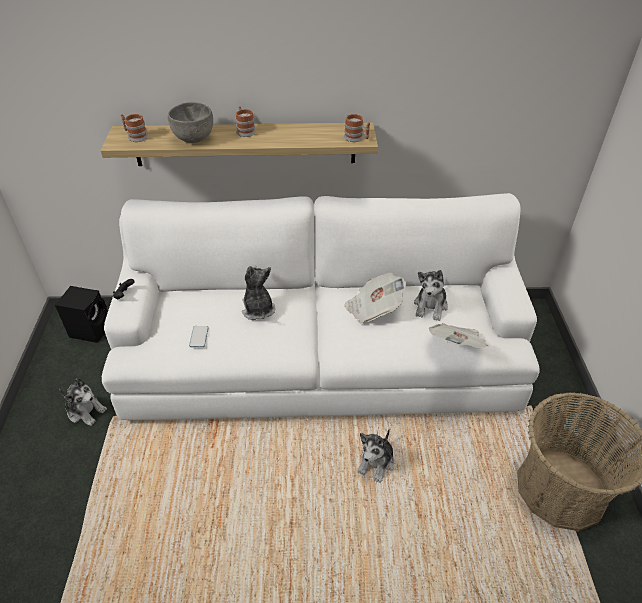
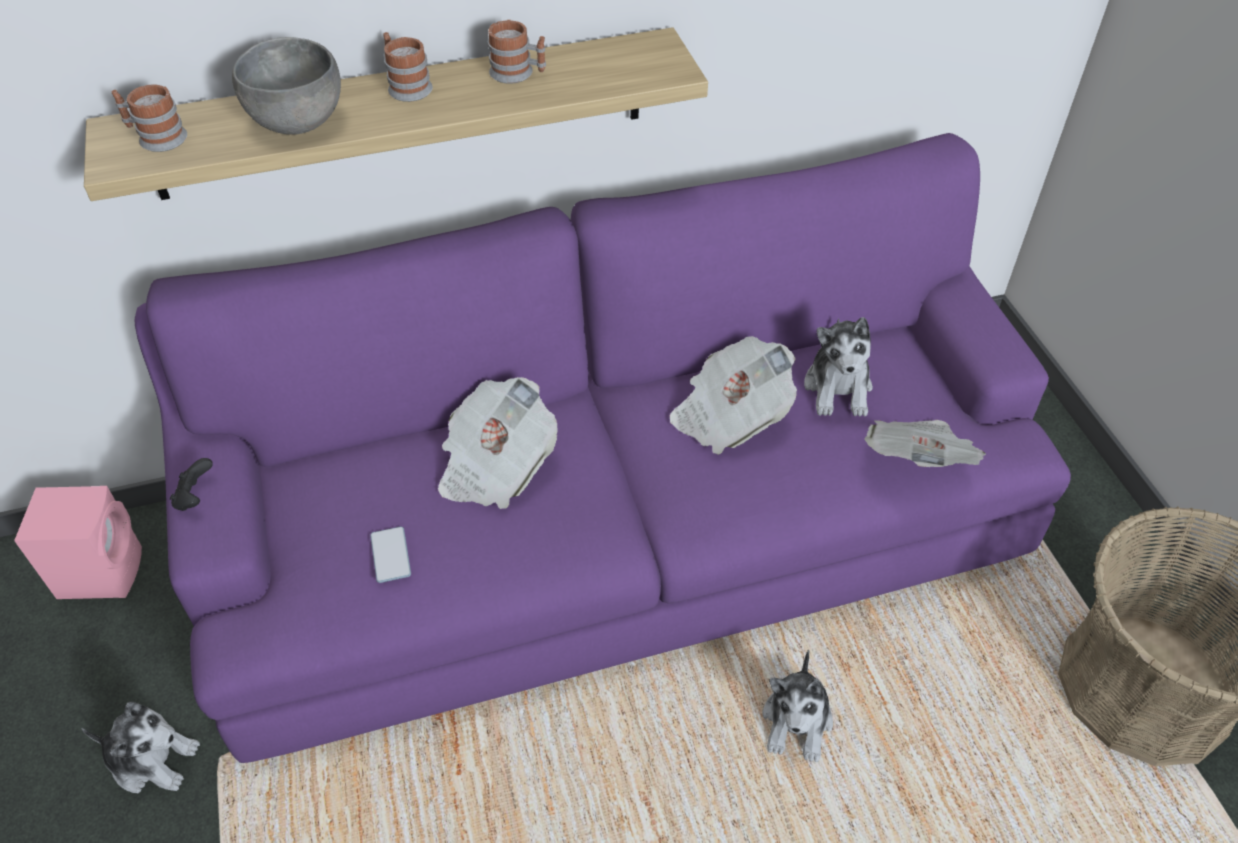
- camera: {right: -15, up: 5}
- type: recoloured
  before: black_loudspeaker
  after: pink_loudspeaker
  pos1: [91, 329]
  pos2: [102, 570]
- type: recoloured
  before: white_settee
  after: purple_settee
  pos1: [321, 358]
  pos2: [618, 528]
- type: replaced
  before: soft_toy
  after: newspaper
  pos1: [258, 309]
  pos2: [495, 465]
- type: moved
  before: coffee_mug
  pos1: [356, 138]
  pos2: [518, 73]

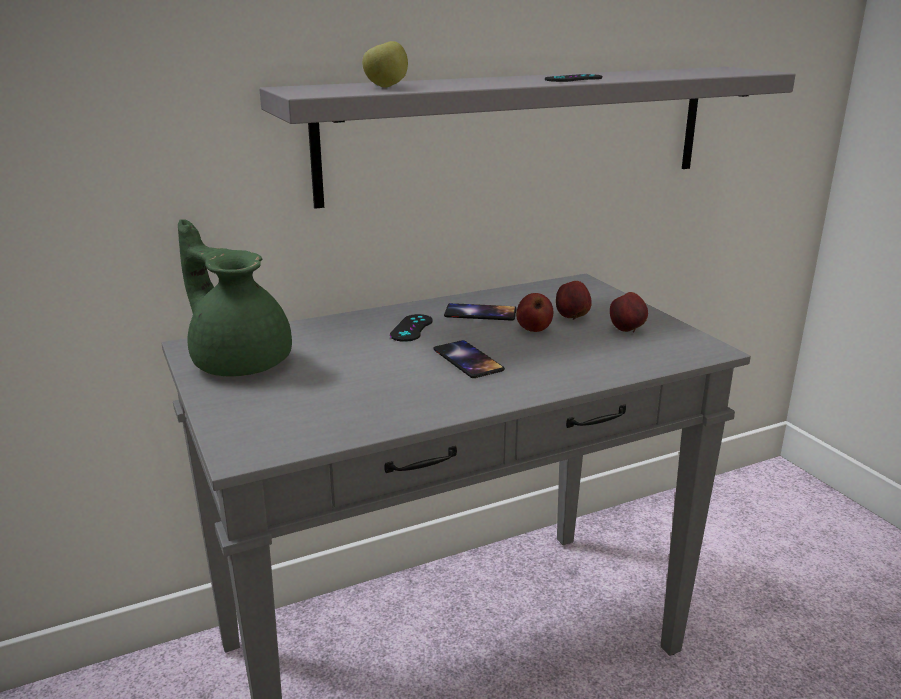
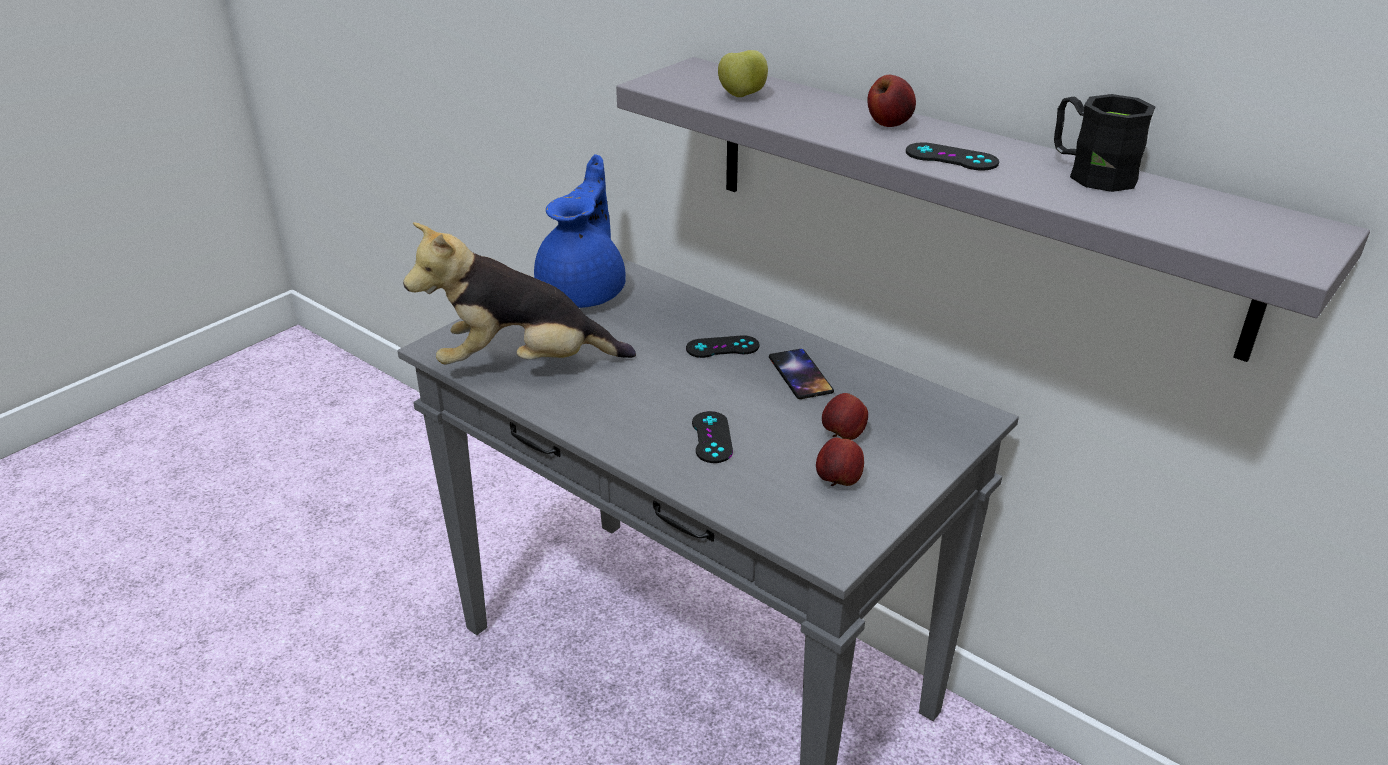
- camera: {right: 65, up: 10}
- type: recoloured
  before: green_tea_pot
  after: blue_tea_pot
  pos1: [240, 361]
  pos2: [584, 292]
- type: removed
  before: phone
  pos1: [468, 360]
- type: moved
  before: whole_apple
  pos1: [534, 330]
  pos2: [889, 124]
- type: added
  after: soft_toy
  pos2: [523, 365]
- type: added
  after: black_game_controller
  pos2: [712, 437]
- type: added
  after: black_coffee_mug
  pos2: [1090, 173]

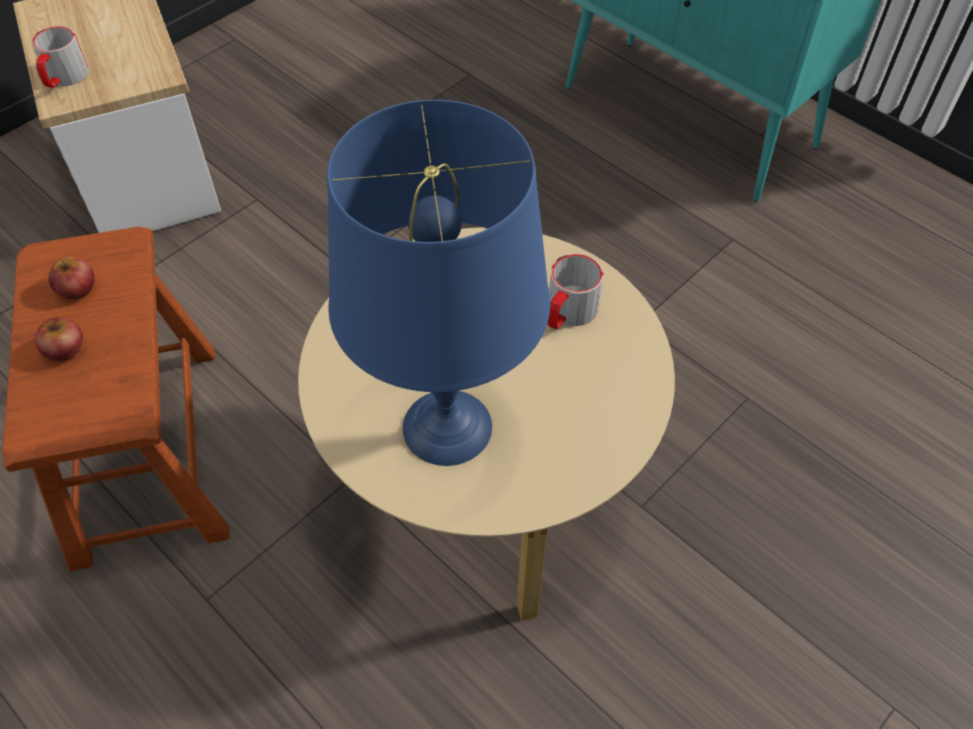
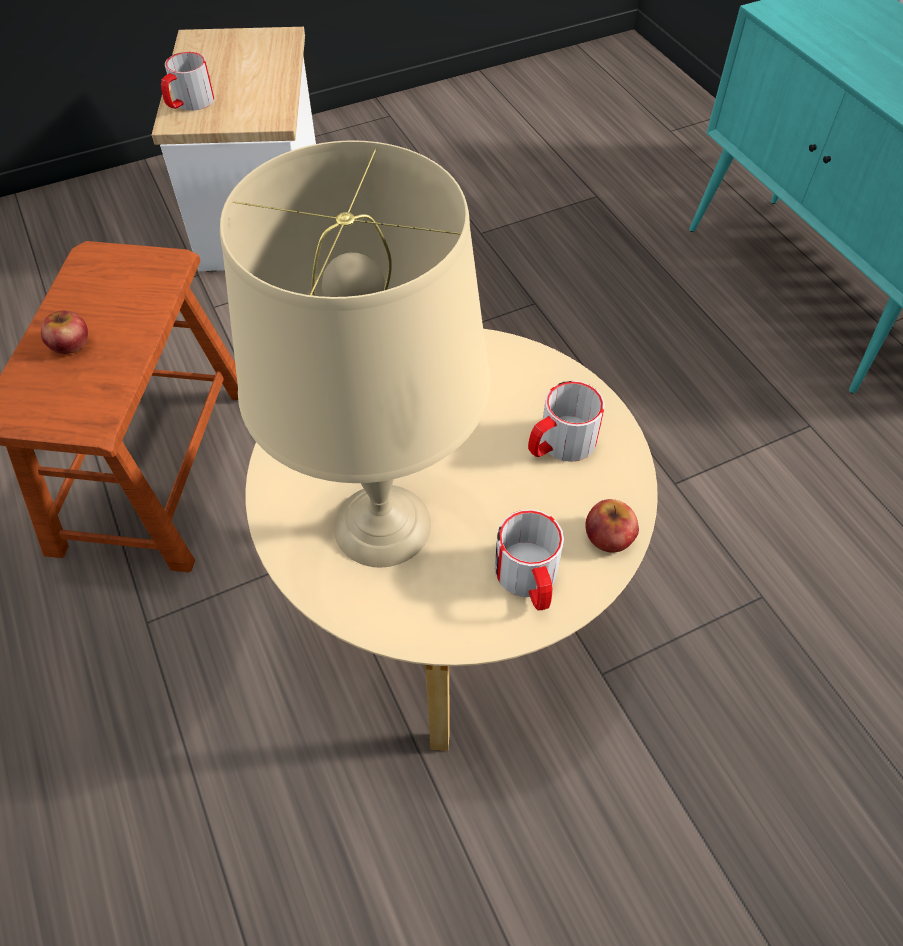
- camera: {right: 20, up: 0}
- type: moved
  before: whole_apple
  pos1: [77, 288]
  pos2: [608, 536]
- type: recoloured
  before: blue_tabletop_lamp
  after: beige_tabletop_lamp
  pos1: [447, 428]
  pos2: [381, 526]
- type: added
  after: coffee_mug
  pos2: [529, 580]

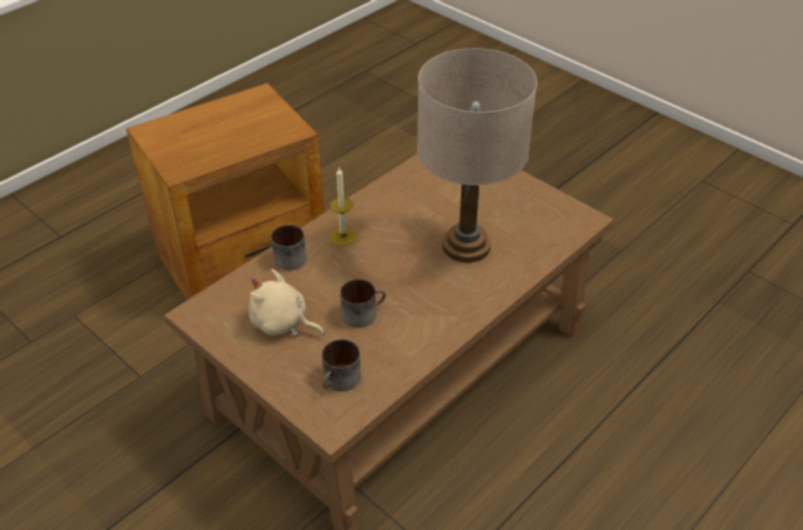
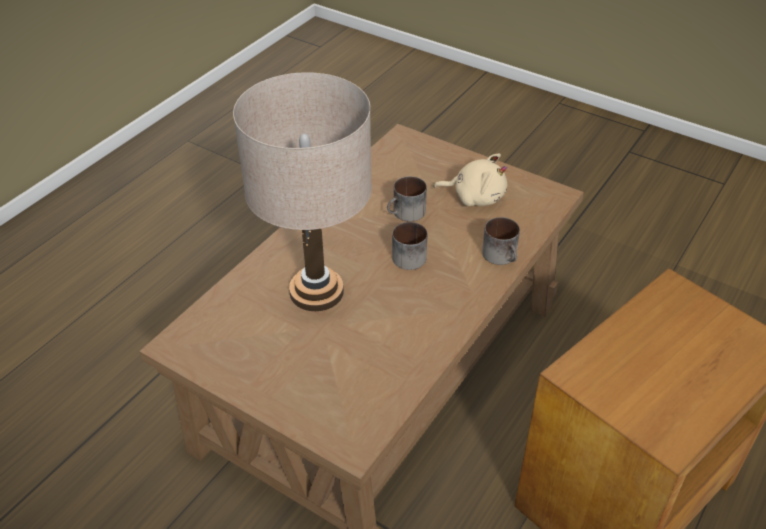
- camera: {right: 170, up: 0}
- type: moved
  before: coffee_mug
  pos1: [340, 381]
  pos2: [409, 255]
- type: removed
  before: wax_candle
  pos1: [343, 236]

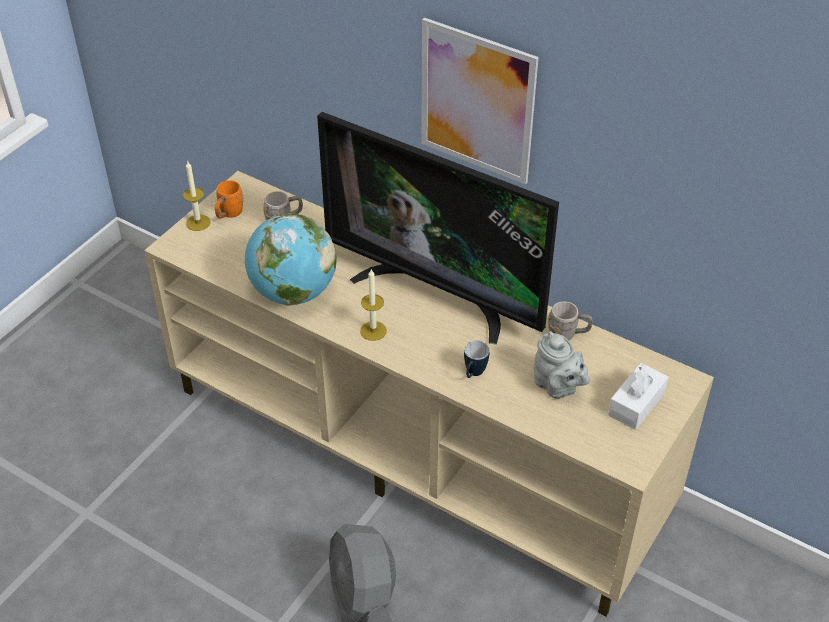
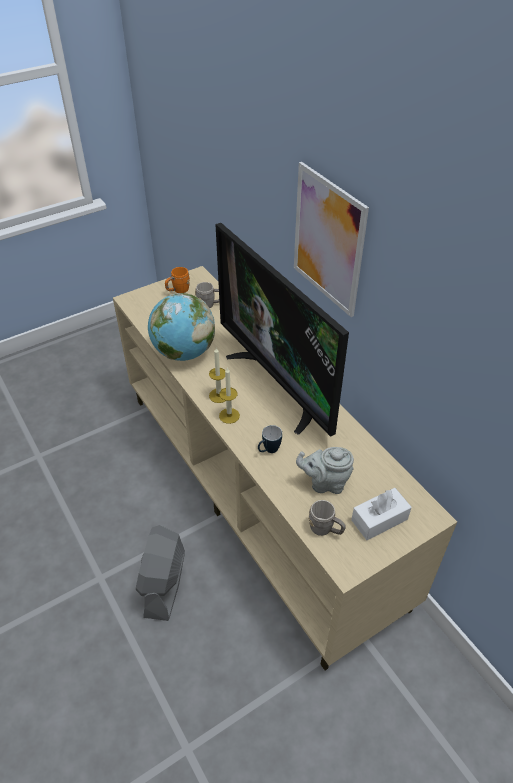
- camera: {right: 25, up: 0}
- type: moved
  before: wax_candle
  pos1: [198, 223]
  pos2: [229, 415]
- type: turned
  before: grey_tea_pot
  pos1: [557, 387]
  pos2: [325, 483]
  turn: 105
- type: moved
  before: grey_coffee_mug
  pos1: [568, 334]
  pos2: [325, 529]

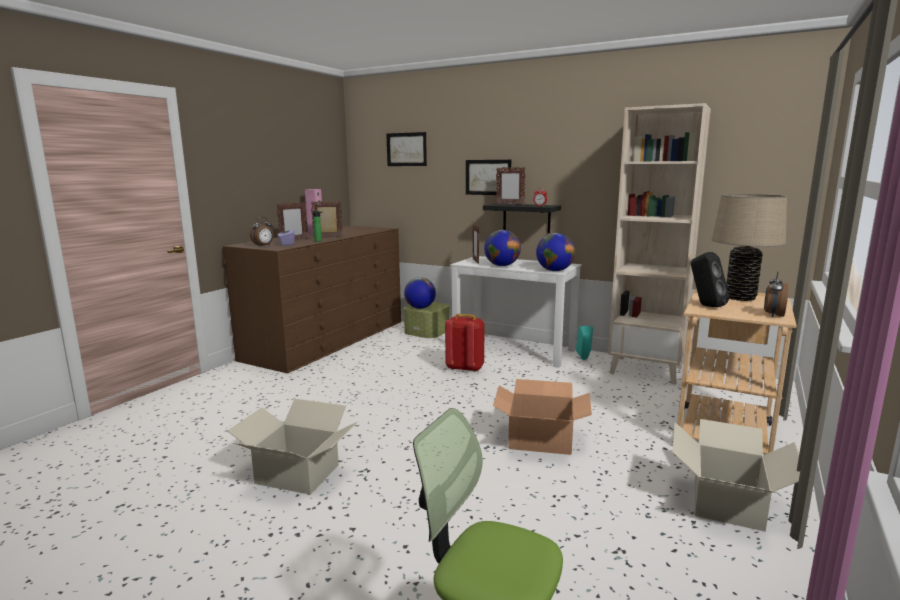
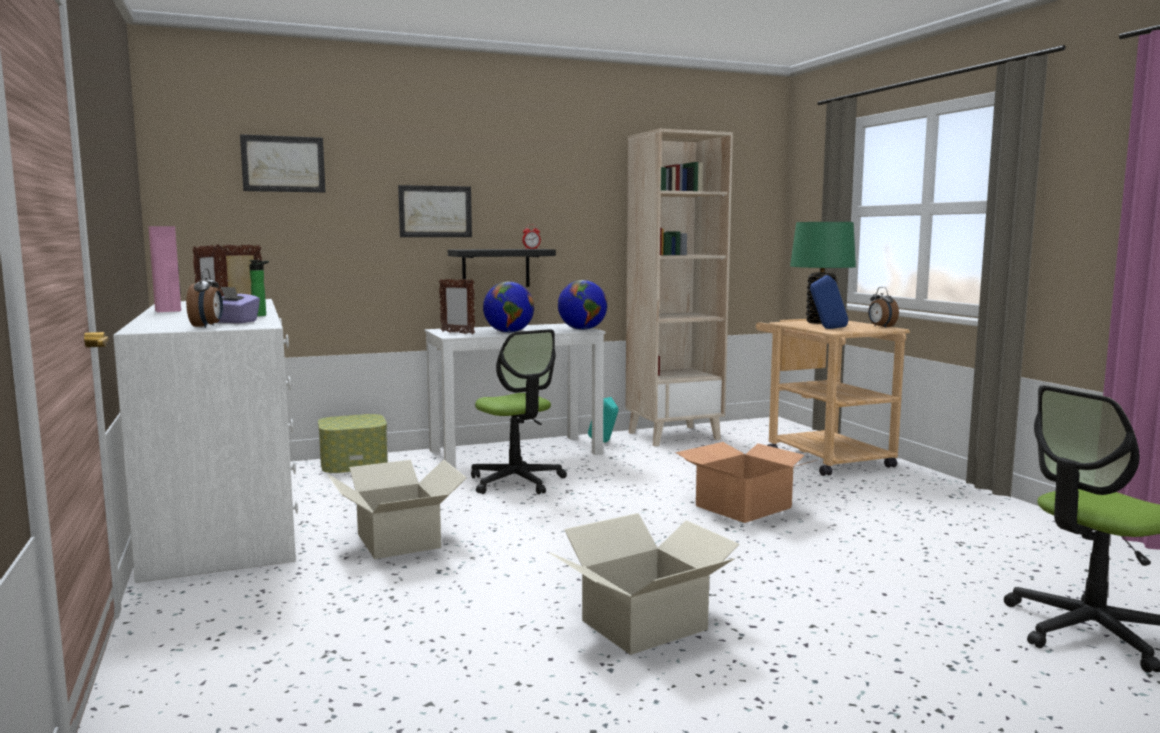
- camera: {right: -50, up: -5}
- type: recoloured
  before: brown-coloured_drawer_chest
  after: white_drawer_chest
  pos1: [327, 339]
  pos2: [223, 510]
- type: removed
  before: world_globe
  pos1: [420, 308]
- type: replaced
  before: red_backpack
  after: computer_chair
  pos1: [464, 368]
  pos2: [516, 482]
- type: removed
  before: photo_frame
  pos1: [510, 204]
- type: moved
  before: cardboard_box
  pos1: [728, 503]
  pos2: [399, 540]
- type: recoloured
  before: black_loudspeaker
  after: blue_loudspeaker
  pos1: [705, 305]
  pos2: [827, 328]
- type: recoloured
  before: beige_tabletop_lamp
  after: green_tabletop_lamp
  pos1: [740, 298]
  pos2: [820, 322]

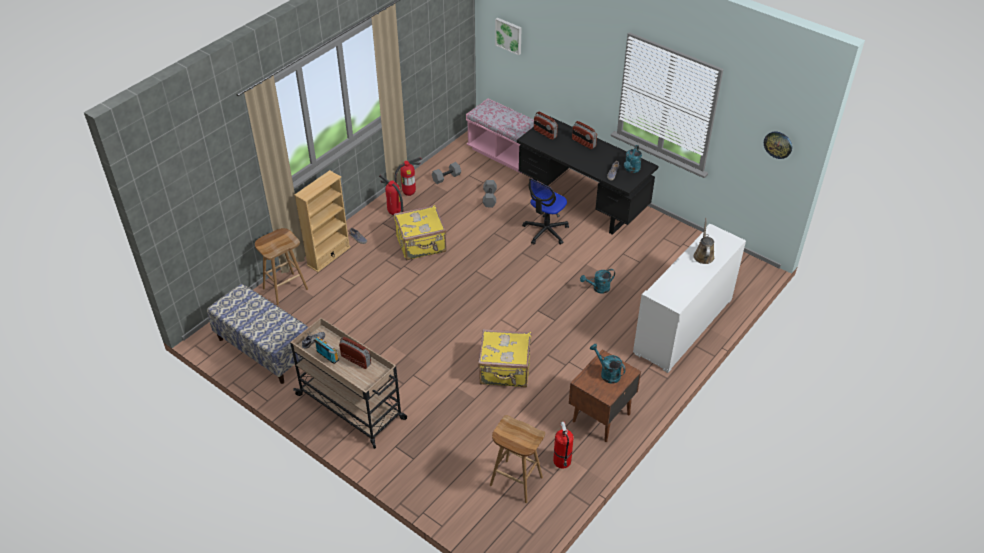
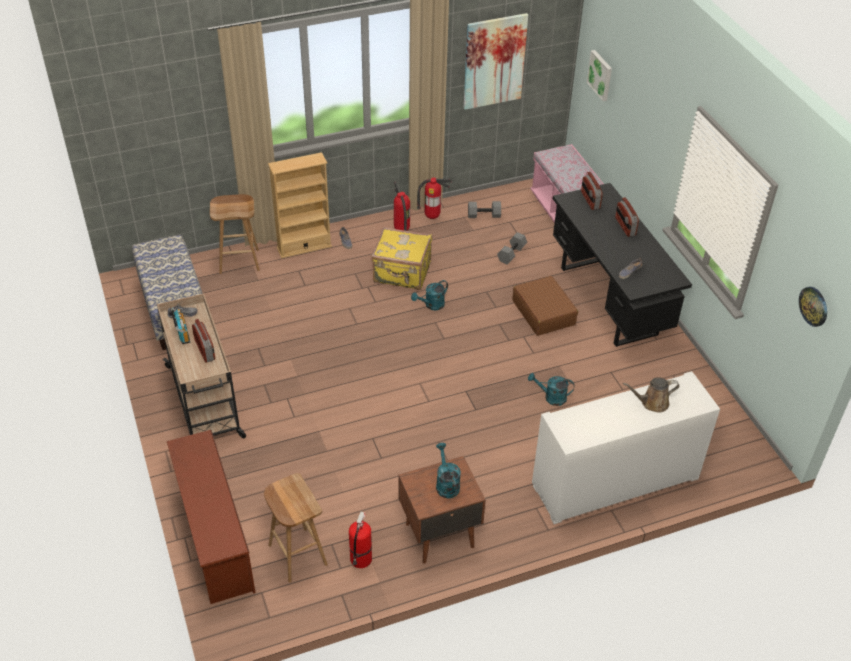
- camera: {right: 30, up: 0}
- type: removed
  before: yellow_suitcase
  pos1: [505, 371]
- type: replaced
  before: computer_chair
  after: brown-coloured_suitcase
  pos1: [545, 231]
  pos2: [543, 312]
- type: moved
  before: blue-green_watering_can
  pos1: [631, 169]
  pos2: [431, 305]
- type: turned
  before: brown-coloured_watering_can
  pos1: [703, 255]
  pos2: [652, 403]
  turn: -135
- type: added
  after: brown-coloured_shoe_shelf
  pos2: [214, 538]
- type: added
  after: wall_picture
  pos2: [494, 61]

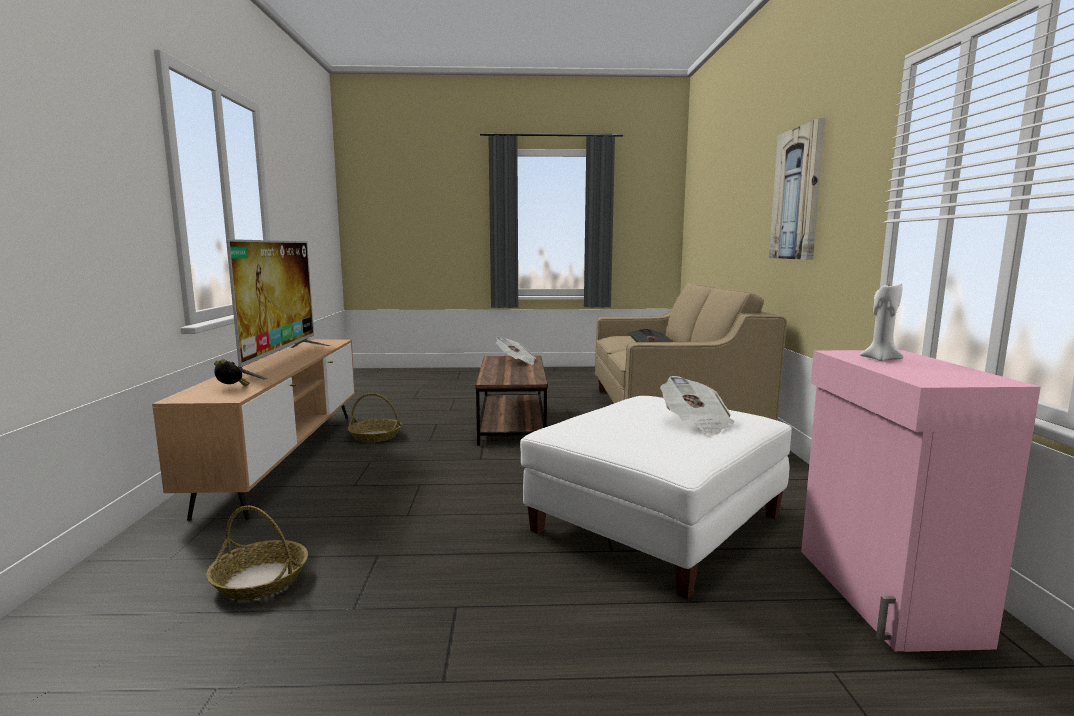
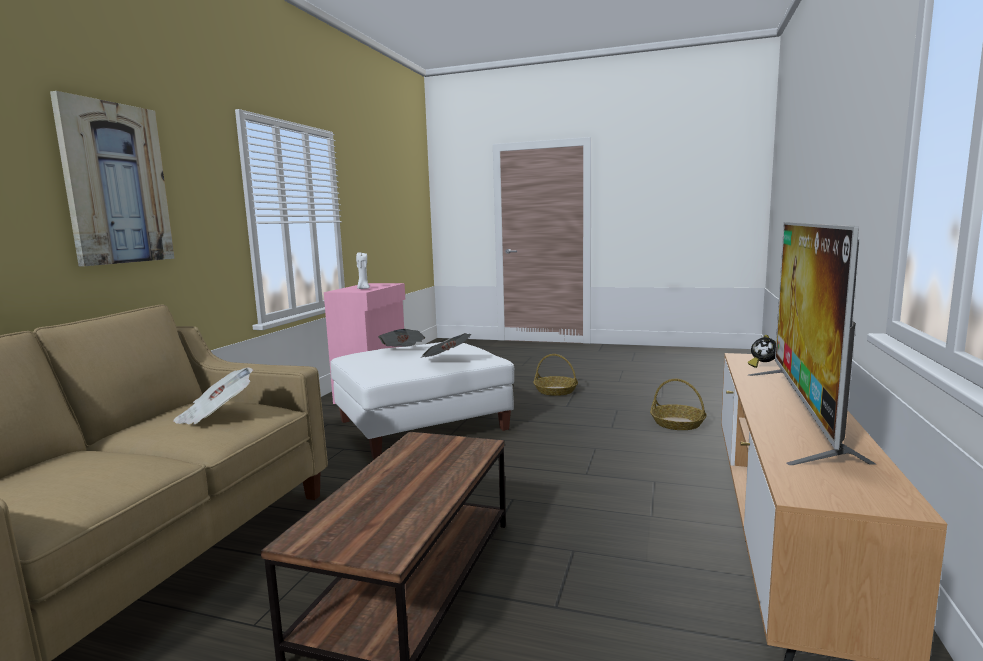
- camera: {right: -160, up: 0}
- type: moved
  before: basket
  pos1: [375, 436]
  pos2: [555, 391]
- type: moved
  before: newspaper
  pos1: [516, 362]
  pos2: [446, 359]

